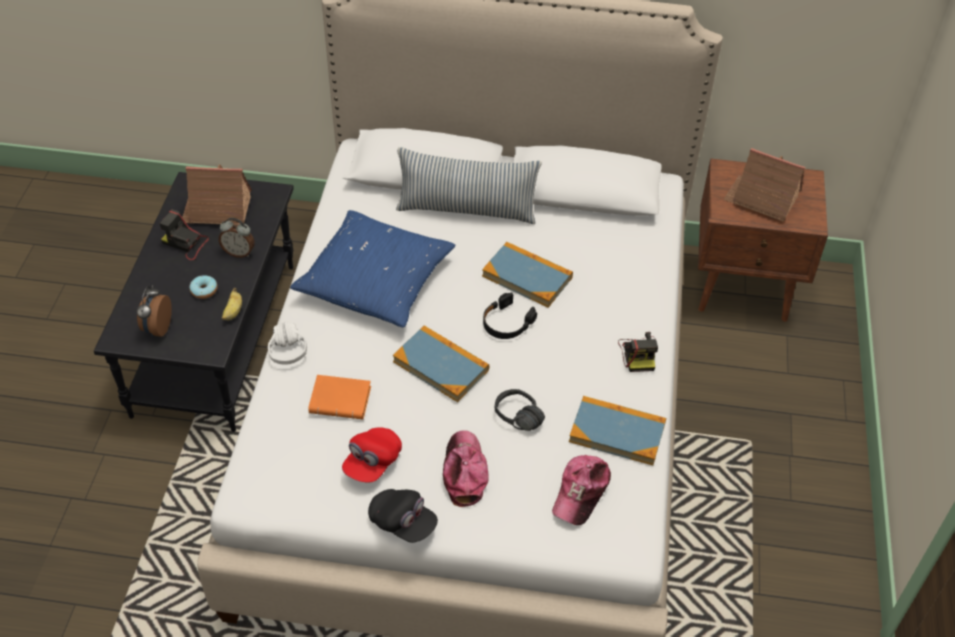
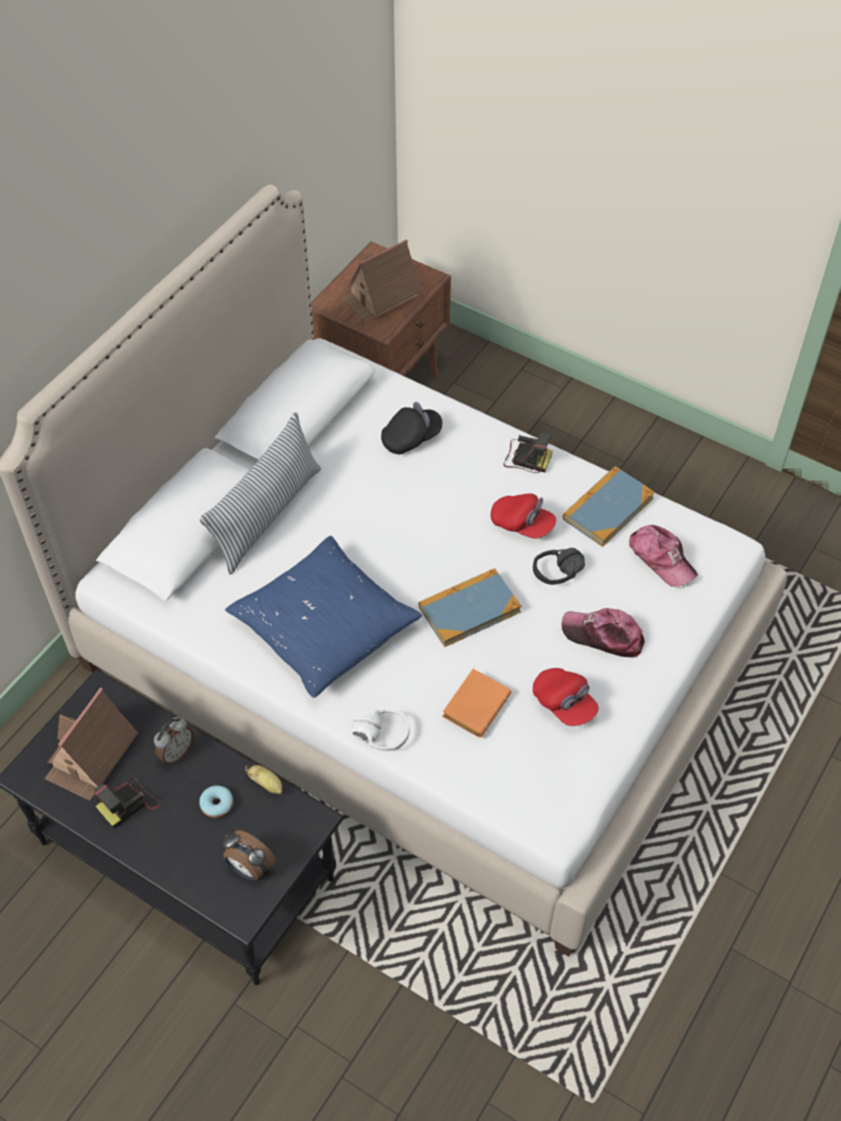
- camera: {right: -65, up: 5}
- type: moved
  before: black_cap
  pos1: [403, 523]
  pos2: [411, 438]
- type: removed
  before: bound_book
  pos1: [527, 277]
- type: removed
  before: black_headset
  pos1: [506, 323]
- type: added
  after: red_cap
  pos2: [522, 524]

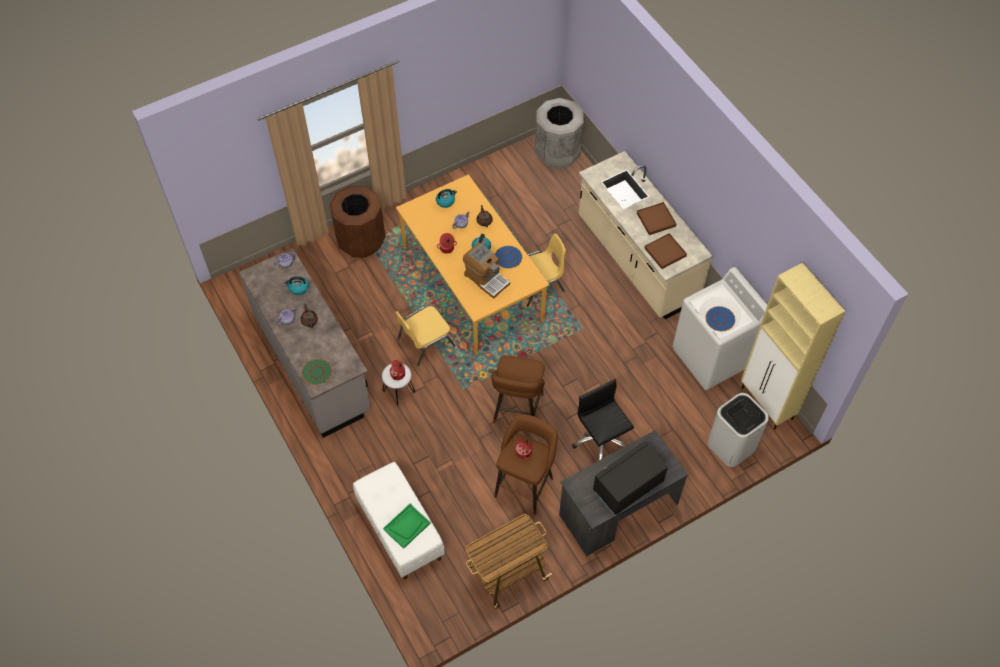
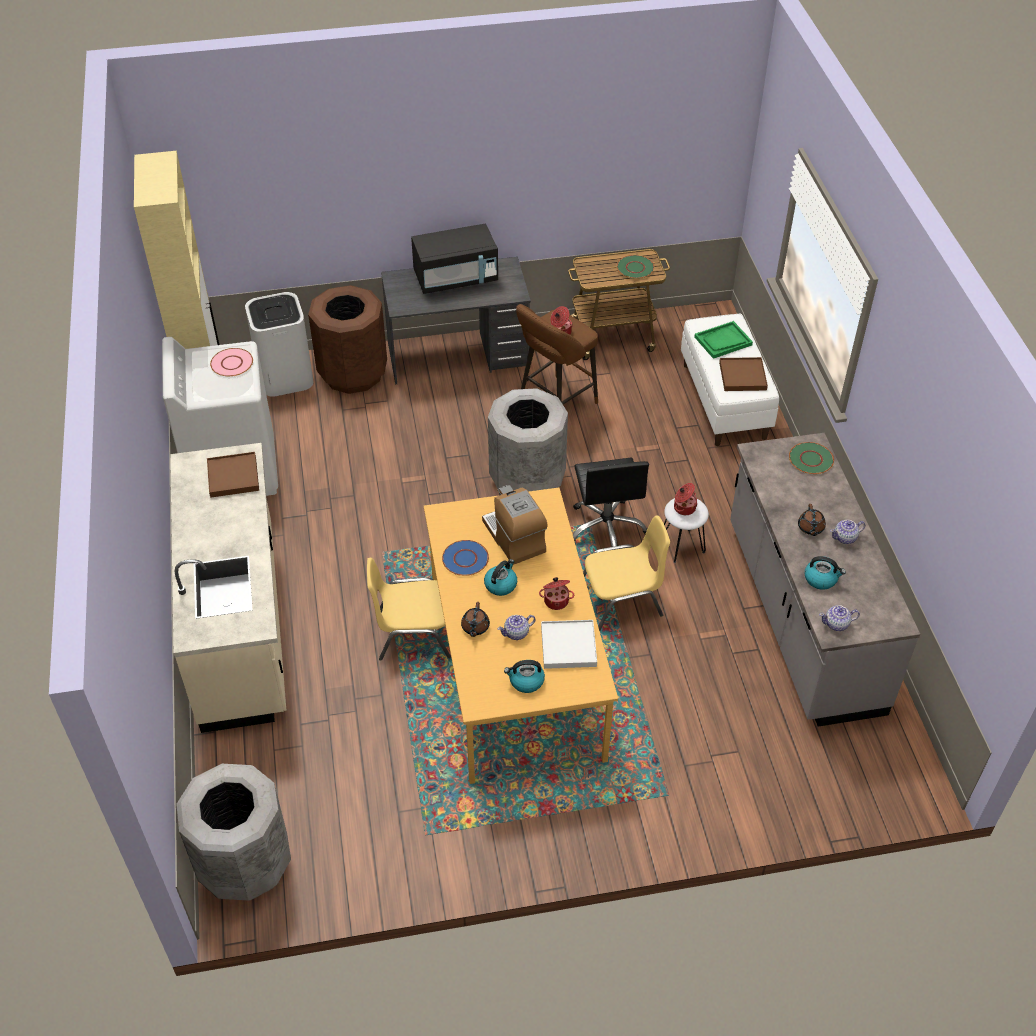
- camera: {right: -160, up: -10}
- type: moved
  before: brown-coloured_trash_can
  pos1: [361, 241]
  pos2: [353, 373]
- type: replaced
  before: brown-coloured_stool
  after: grey_trash_can
  pos1: [517, 411]
  pos2: [527, 479]
- type: moved
  before: black_computer_chair
  pos1: [601, 441]
  pos2: [606, 529]
- type: moved
  before: brown-coloured_serving_tray
  pos1: [656, 219]
  pos2: [742, 376]
- type: recoloured
  before: blue_plate
  after: pink_plate
  pos1: [720, 319]
  pos2: [231, 363]
- type: added
  after: white_serving_tray
  pos2: [568, 646]
- type: added
  after: green_plate
  pos2: [635, 267]

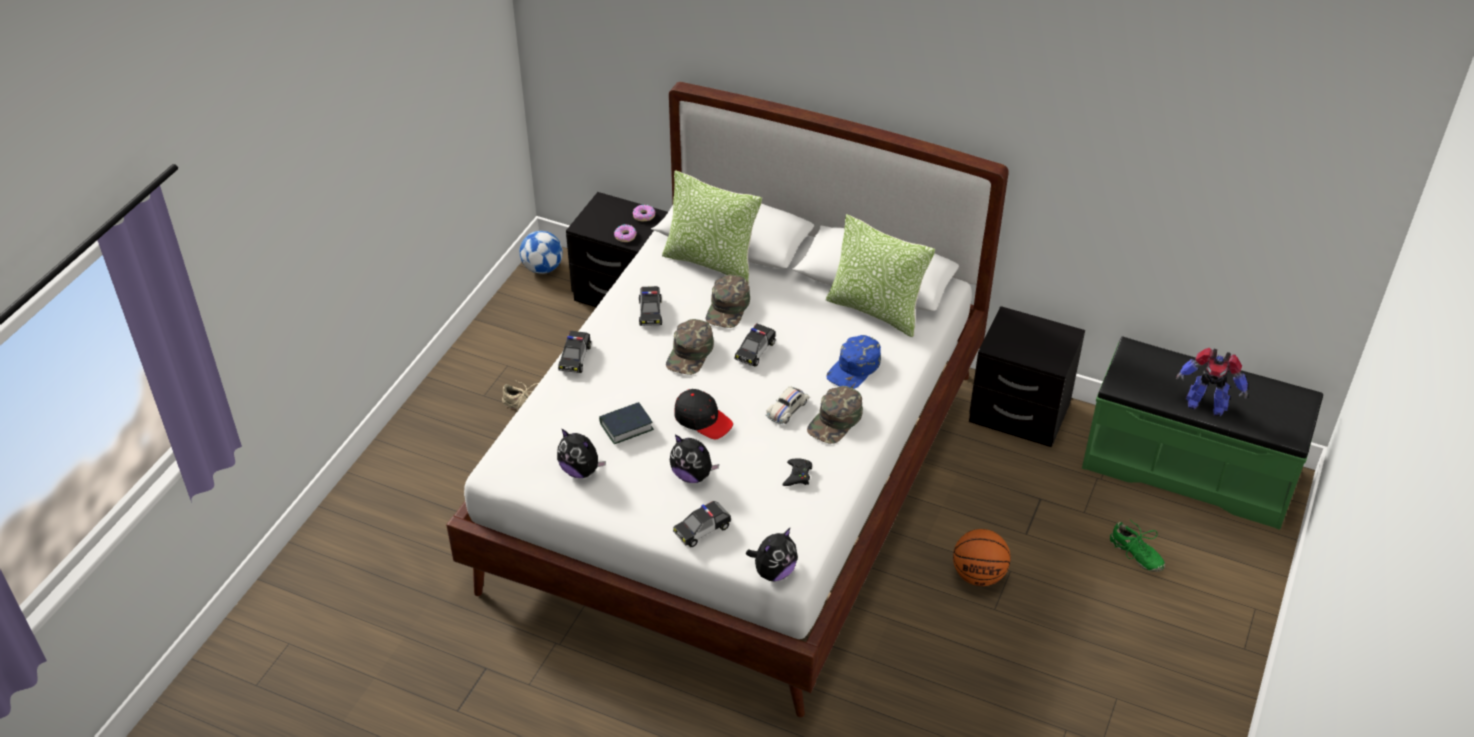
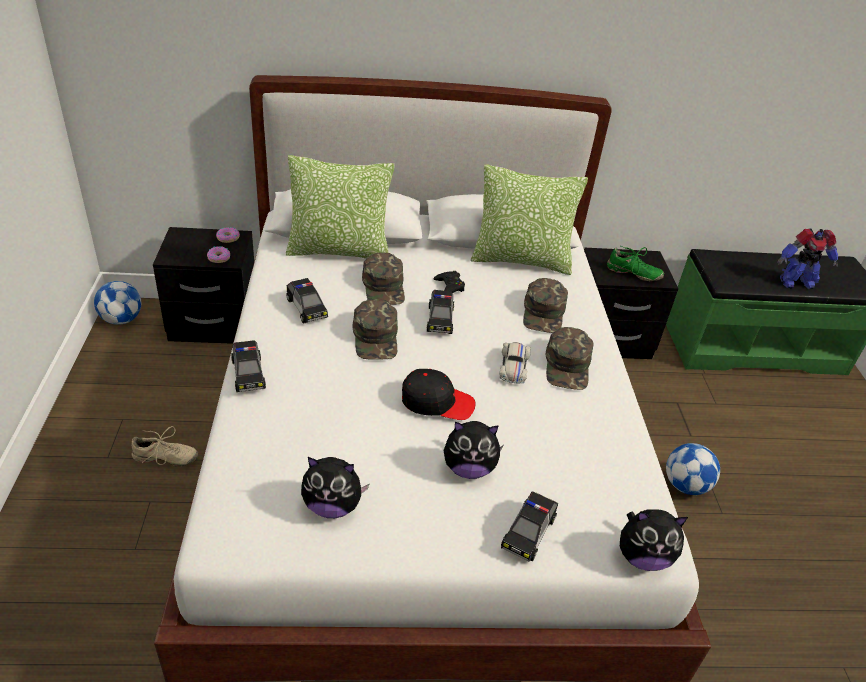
- camera: {right: -30, up: -5}
- type: removed
  before: bound_book
  pos1: [626, 426]
- type: turned
  before: soft_toy
  pos1: [773, 571]
  pos2: [642, 557]
  turn: 75
- type: moved
  before: black_game_controller
  pos1: [797, 475]
  pos2: [449, 287]
- type: recoloured
  before: blue_cap
  after: green_cap
  pos1: [854, 368]
  pos2: [544, 313]
- type: replaced
  before: ball_for_basketball
  after: football_ball
  pos1: [978, 575]
  pos2: [685, 485]
- type: moved
  before: green_shoe
  pos1: [1135, 554]
  pos2: [633, 273]

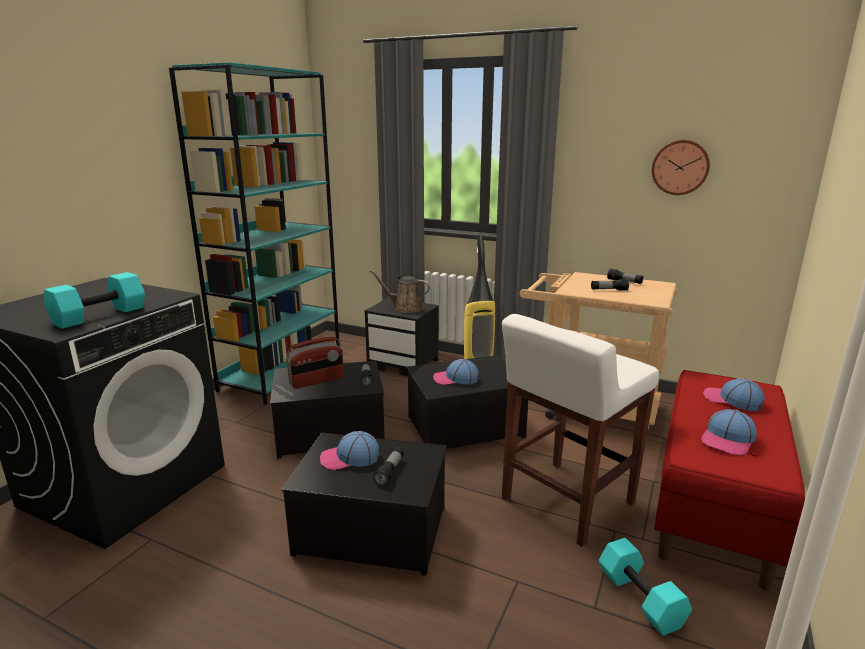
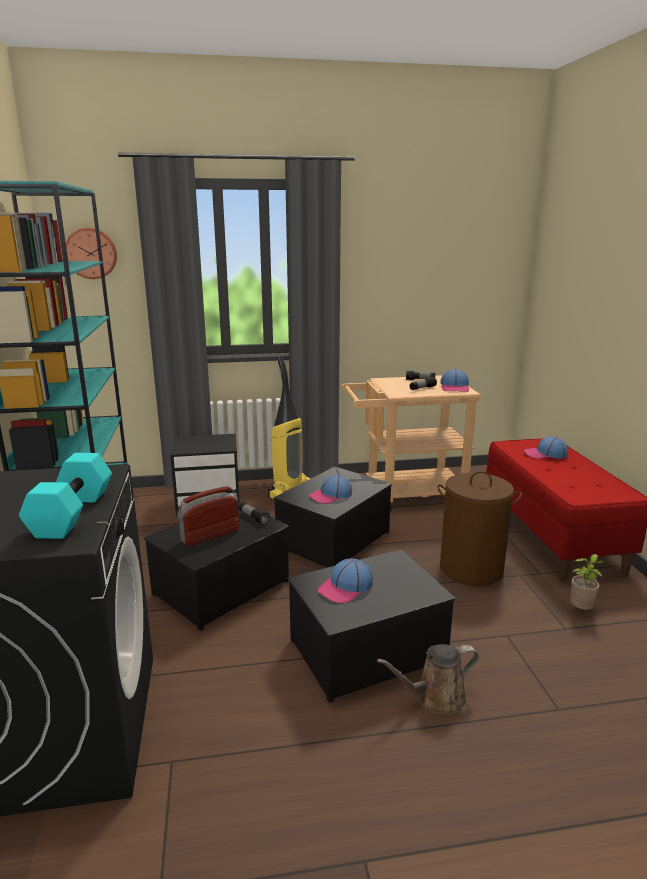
- camera: {right: -35, up: 0}
- type: turned
  before: radio
  pos1: [317, 381]
  pos2: [210, 535]
  turn: -150
- type: moved
  before: brown-coloured_watering_can
  pos1: [405, 308]
  pos2: [435, 698]
- type: removed
  before: torch
  pos1: [390, 471]
- type: replaced
  before: white_stool
  after: brown-coloured_washing_basket
  pos1: [565, 502]
  pos2: [470, 568]
- type: replaced
  before: blue-green_dumbbell
  after: potted_plant
  pos1: [642, 599]
  pos2: [581, 610]
- type: moved
  before: wall_clock
  pos1: [680, 167]
  pos2: [91, 253]
- type: moved
  before: cap
  pos1: [728, 439]
  pos2: [455, 387]

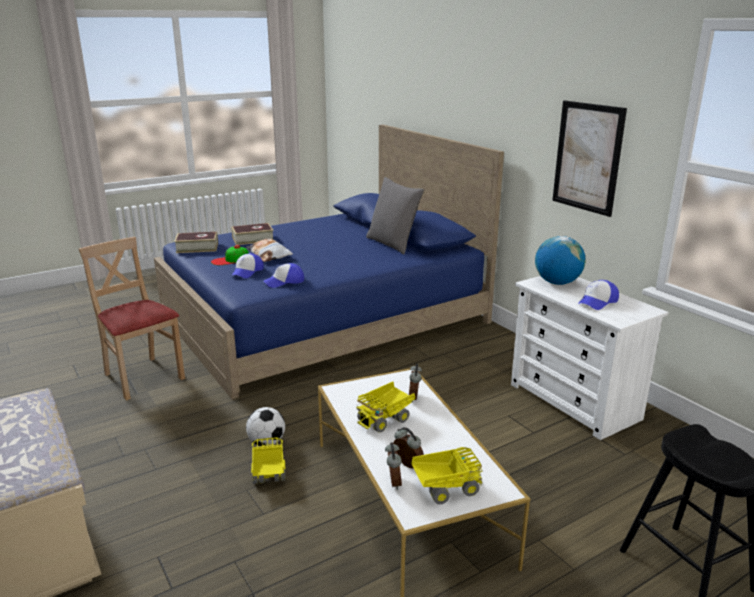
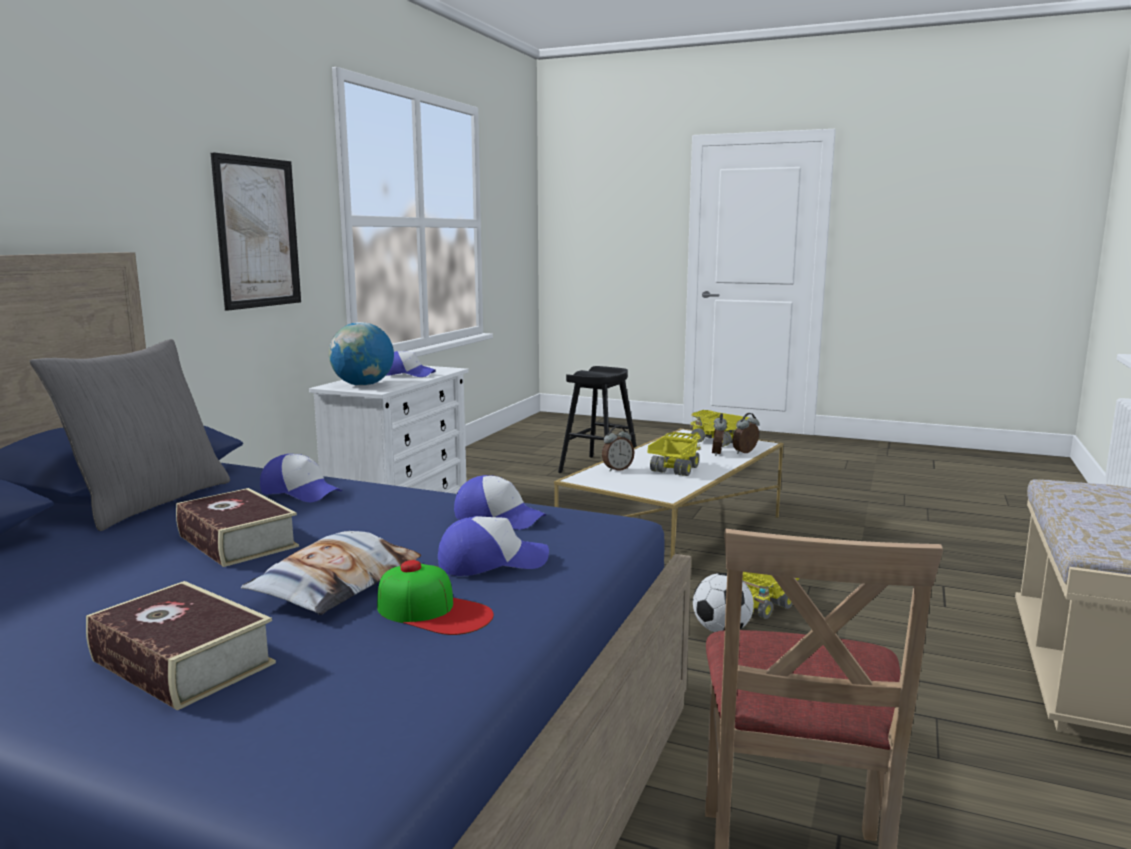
- camera: {right: -125, up: -10}
- type: moved
  before: bound_book
  pos1: [197, 248]
  pos2: [237, 541]
- type: turned
  before: model_truck
  pos1: [385, 419]
  pos2: [674, 470]
  turn: -75
- type: added
  after: cap
  pos2: [301, 492]

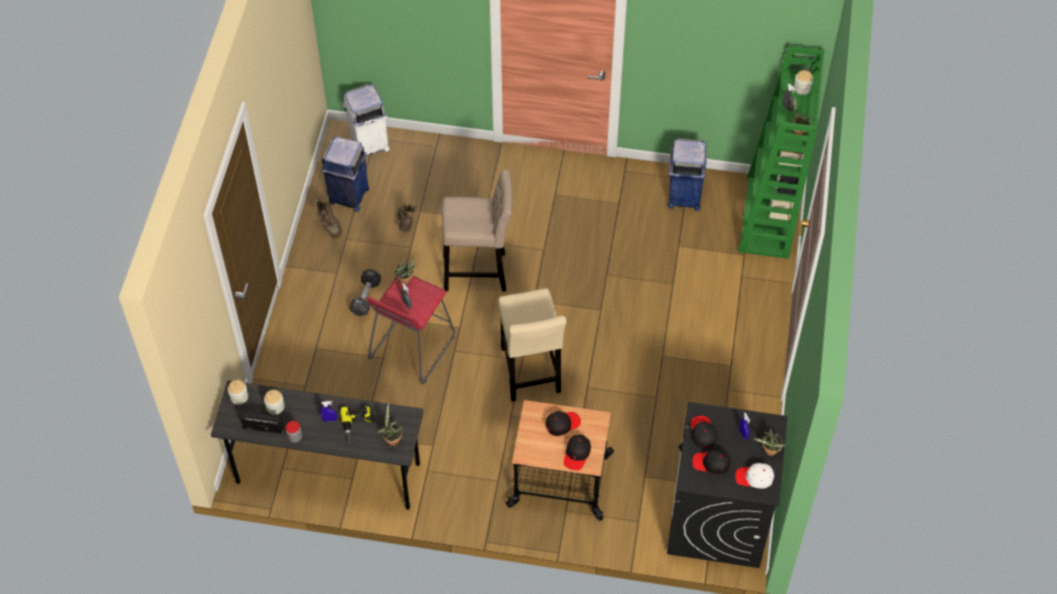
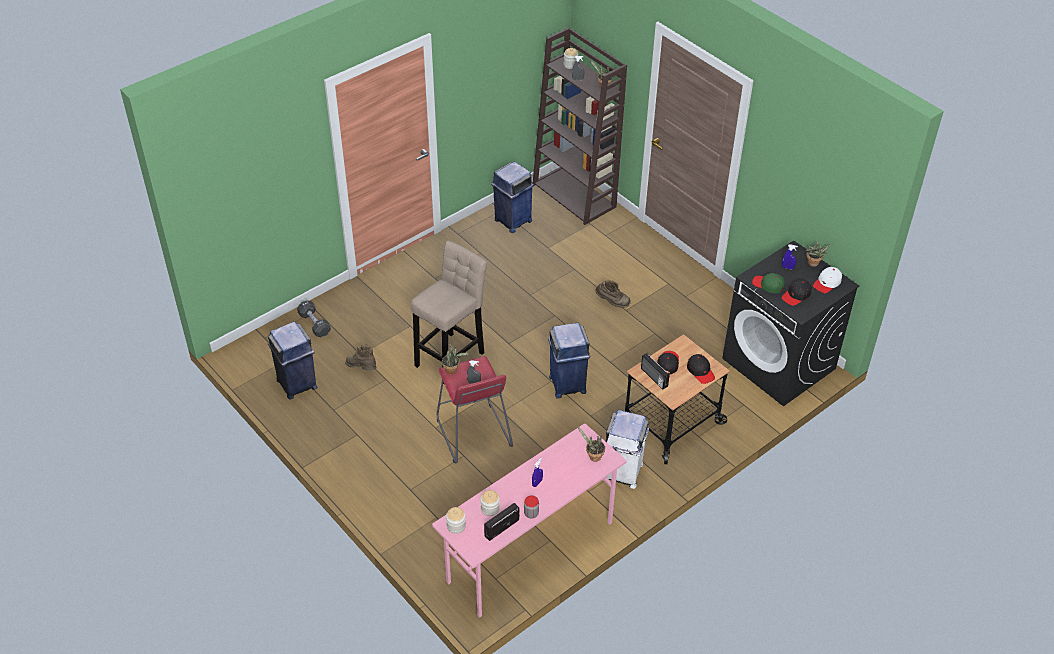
- camera: {right: -50, up: -10}
- type: recoloured
  before: grey_desk
  after: pink_desk
  pos1: [327, 474]
  pos2: [530, 553]
- type: moved
  before: brown-coloured_tall_boot
  pos1: [329, 225]
  pos2: [612, 302]
- type: removed
  before: power_drill
  pos1: [358, 426]
- type: moved
  before: white_trash_can
  pos1: [369, 144]
  pos2: [622, 473]
- type: moved
  before: black_dumbbell
  pos1: [366, 297]
  pos2: [314, 324]
- type: replaced
  before: beige_stool
  after: blue_trash_can
  pos1: [530, 374]
  pos2: [567, 384]
- type: recoloured
  before: black_cap
  after: green_cap
  pos1: [702, 433]
  pos2: [768, 285]
- type: recoloured
  before: green_shelving_unit
  after: brown-coloured_shelving_unit
  pos1: [768, 218]
  pos2: [575, 196]
- type: added
  after: radio
  pos2: [653, 378]

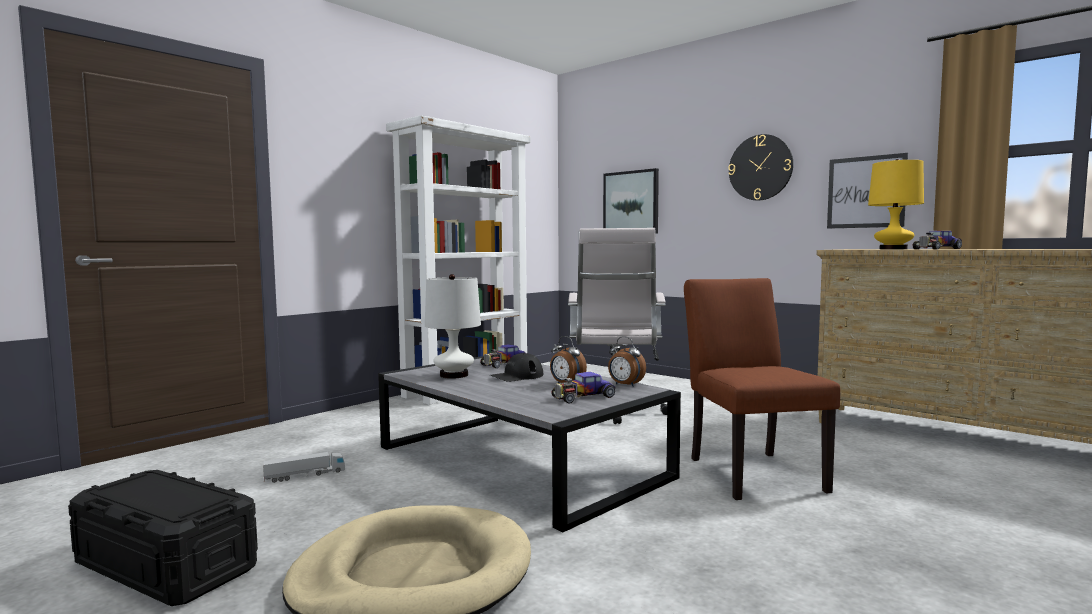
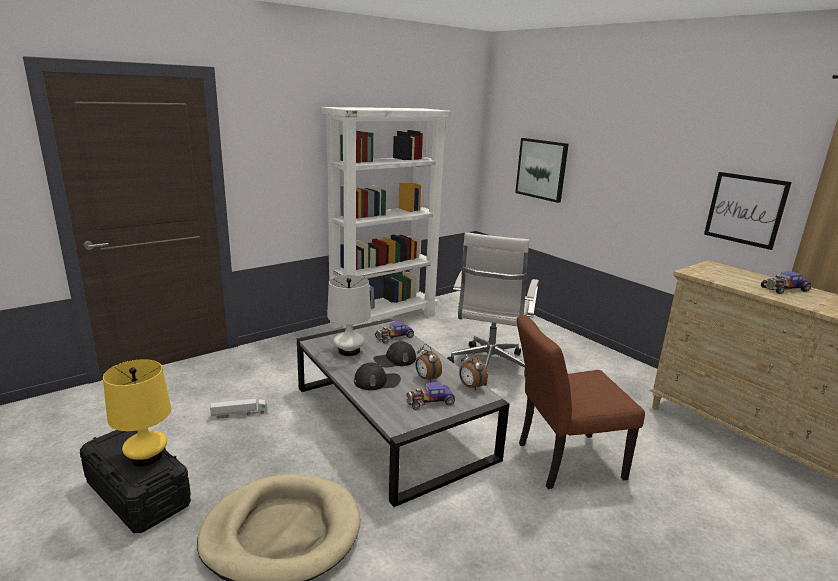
- camera: {right: 10, up: 15}
- type: turned
  before: brown-coloured_plain_chair
  pos1: [750, 471]
  pos2: [562, 461]
  turn: -105
- type: removed
  before: wall_clock
  pos1: [760, 167]
- type: moved
  before: yellow_tabletop_lamp
  pos1: [893, 249]
  pos2: [147, 457]
- type: added
  after: black_cap
  pos2: [377, 381]

